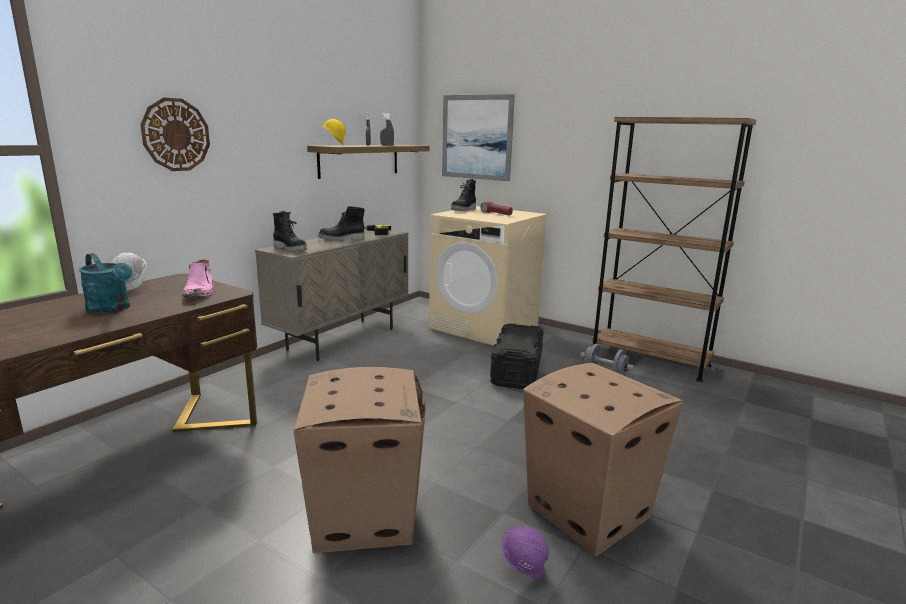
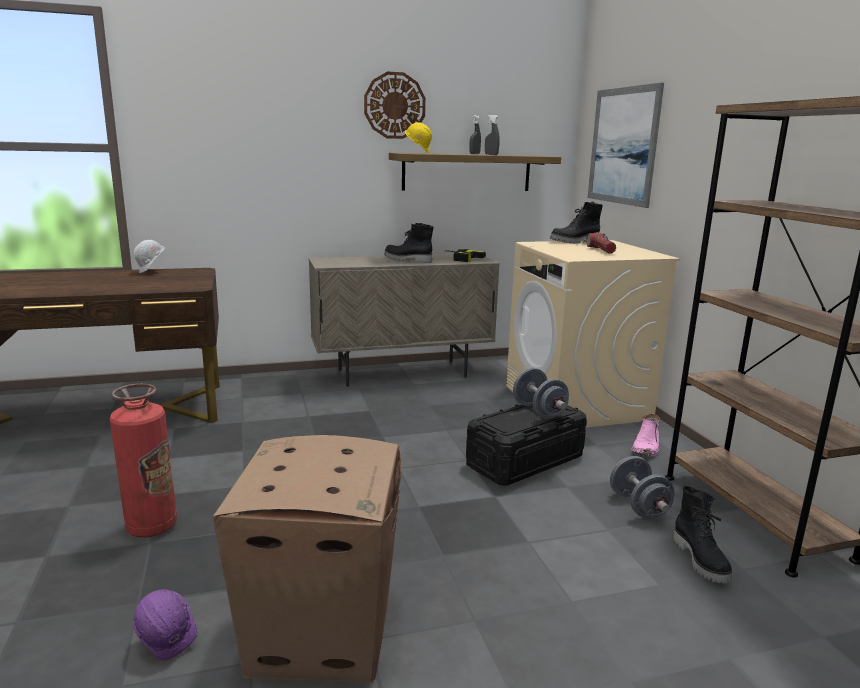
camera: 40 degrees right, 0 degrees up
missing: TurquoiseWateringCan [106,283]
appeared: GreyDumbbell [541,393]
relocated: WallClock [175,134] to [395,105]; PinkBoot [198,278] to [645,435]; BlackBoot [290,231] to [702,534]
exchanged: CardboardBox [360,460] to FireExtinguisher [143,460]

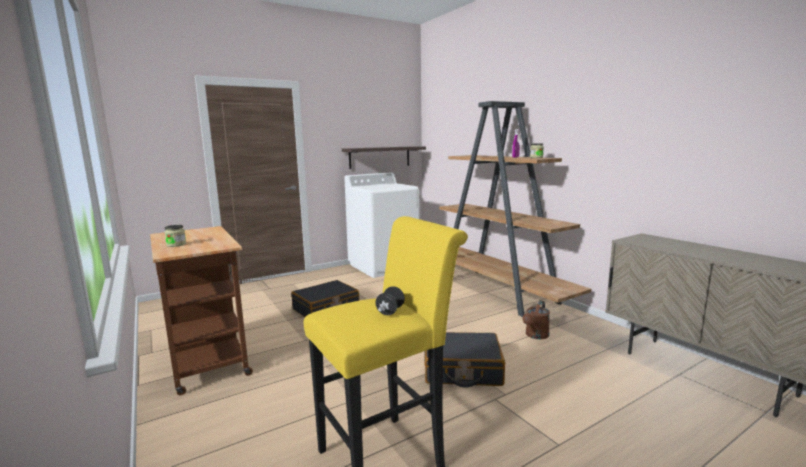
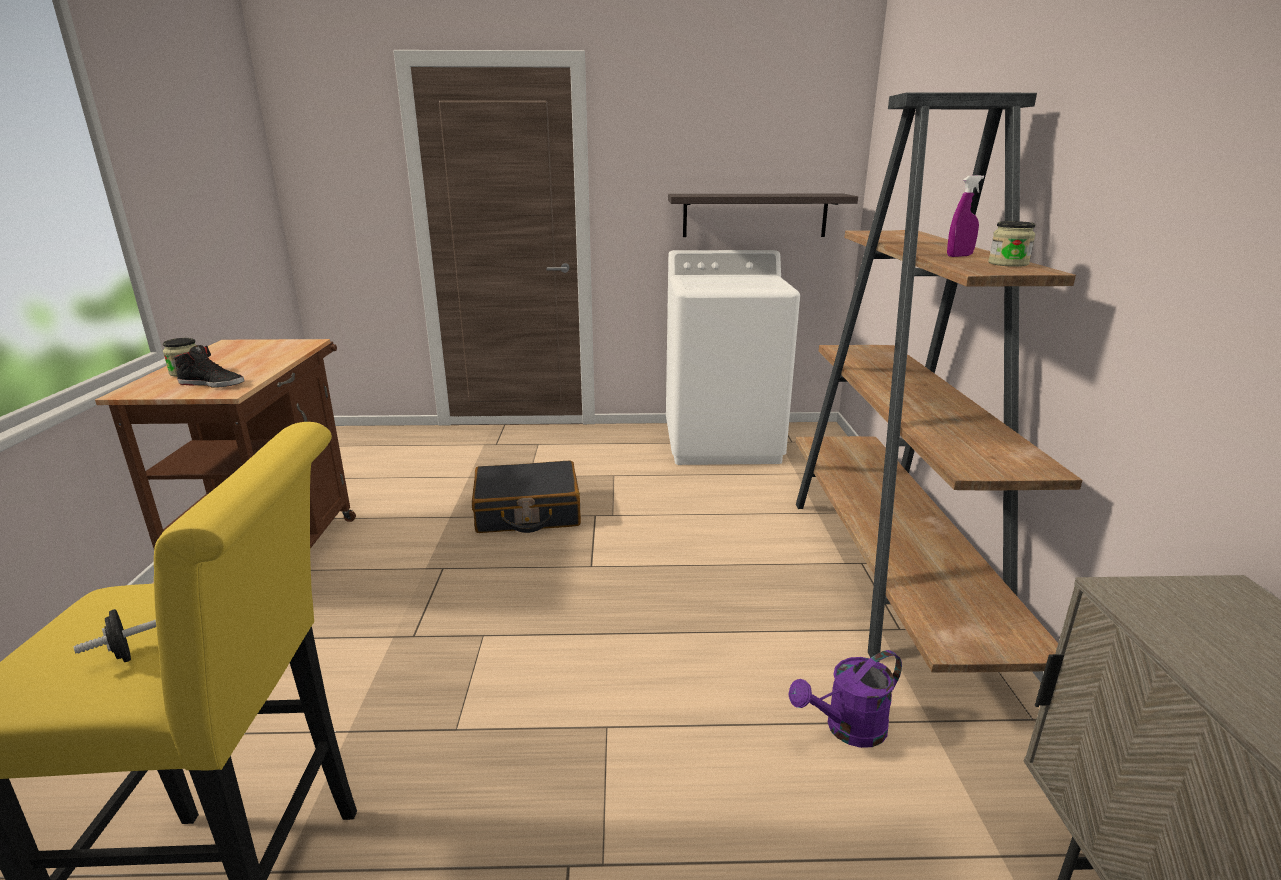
camera: 30 degrees right, 10 degrees up
missing: BlackSuitcase [464,359]
appeared: BlackShoe [209,366]
colour: BrownWateringCan [536,320] to PurpleWateringCan [845,699]

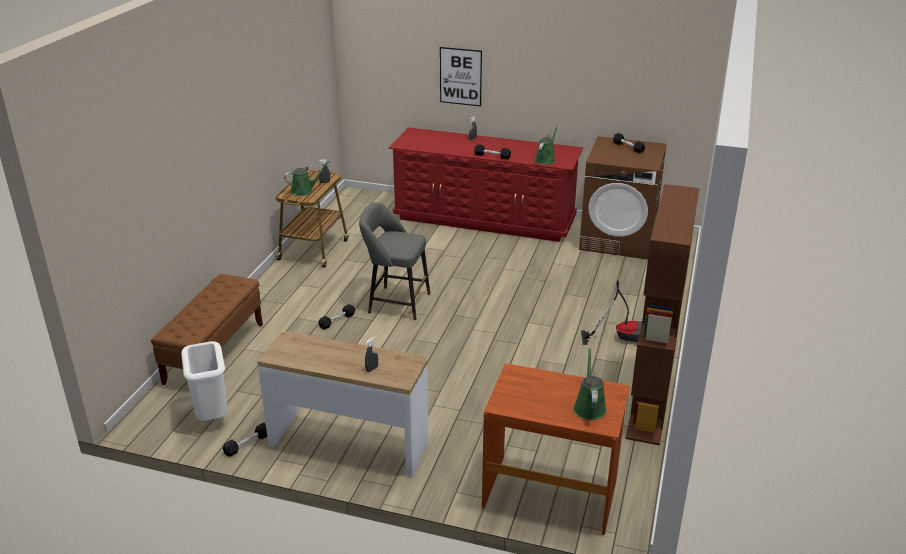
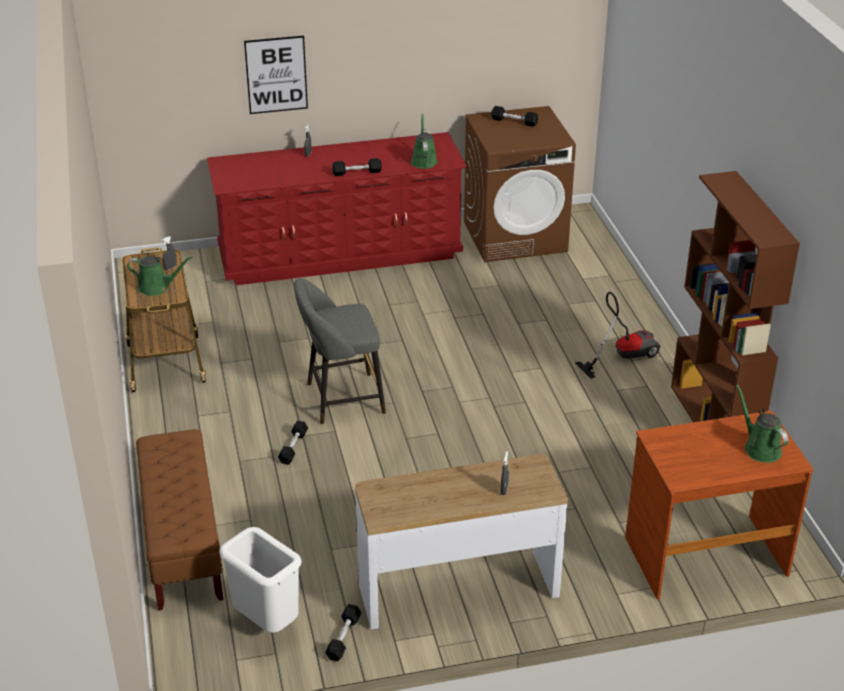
camera: 30 degrees left, 5 degrees up
spun: GreenWateringCan [307,178] = [160,276] 60 degrees clockwise

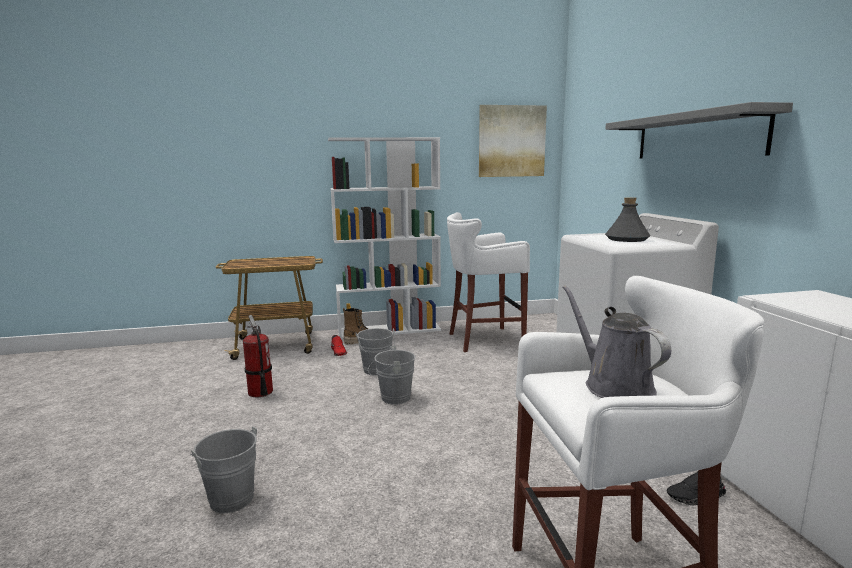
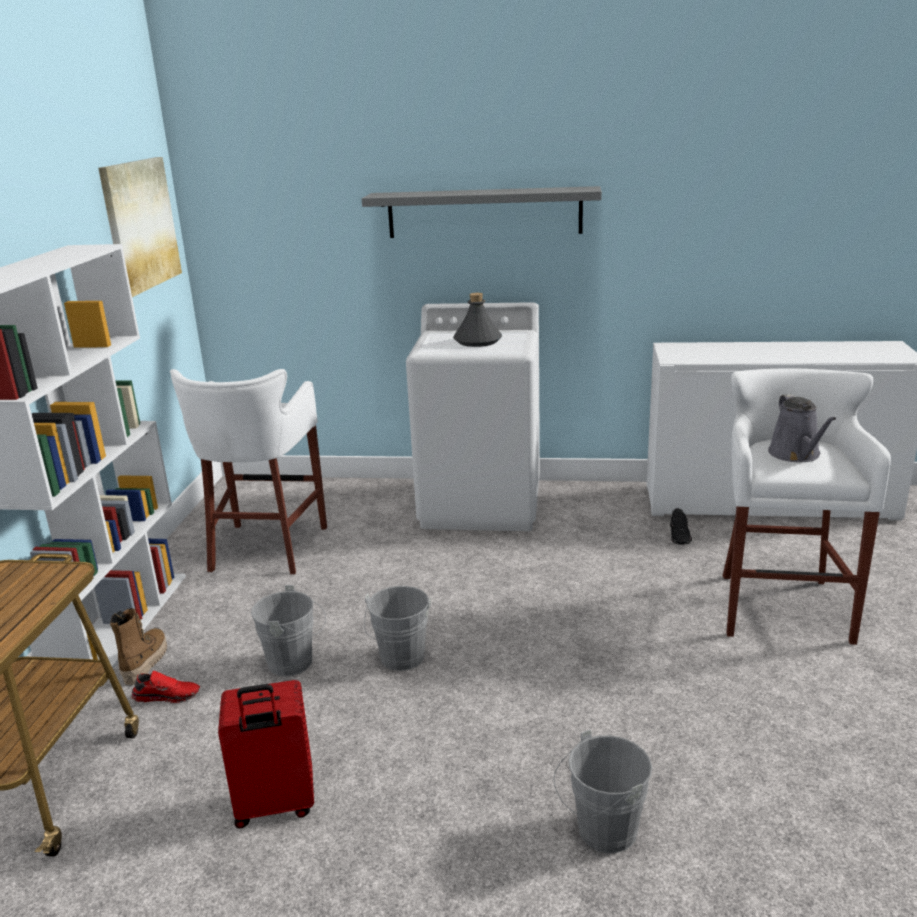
camera: 70 degrees left, 10 degrees up
exchanged: FireExtinguisher [258,356] to RedSuitcase [266,754]
spun: GreyWateringCan [616,341] = [802,428] 90 degrees counterclockwise

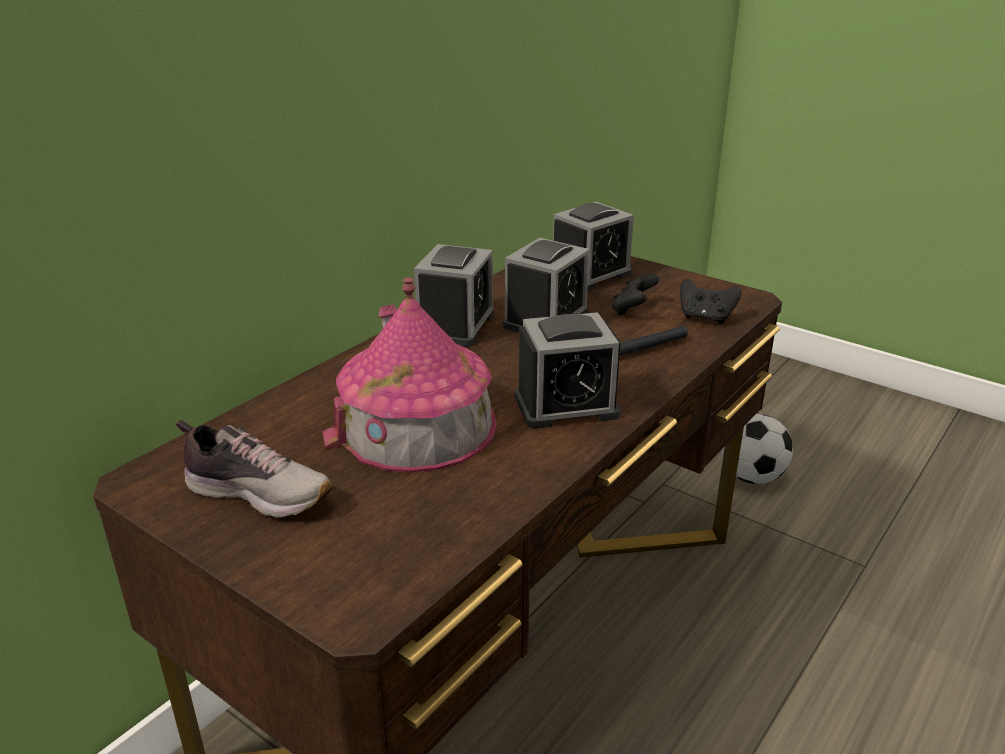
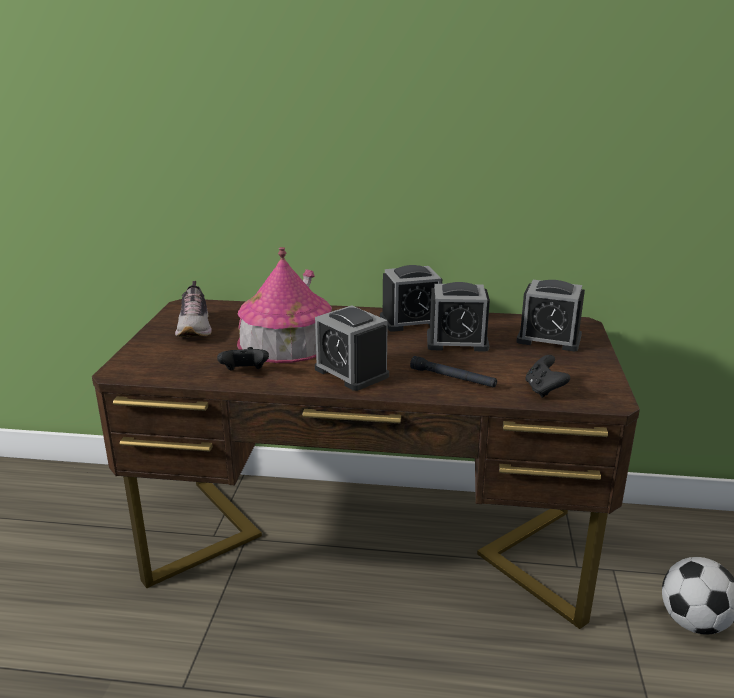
camera: 60 degrees right, 5 degrees down
relocated: BlackGameController [635,294] to [243,359]

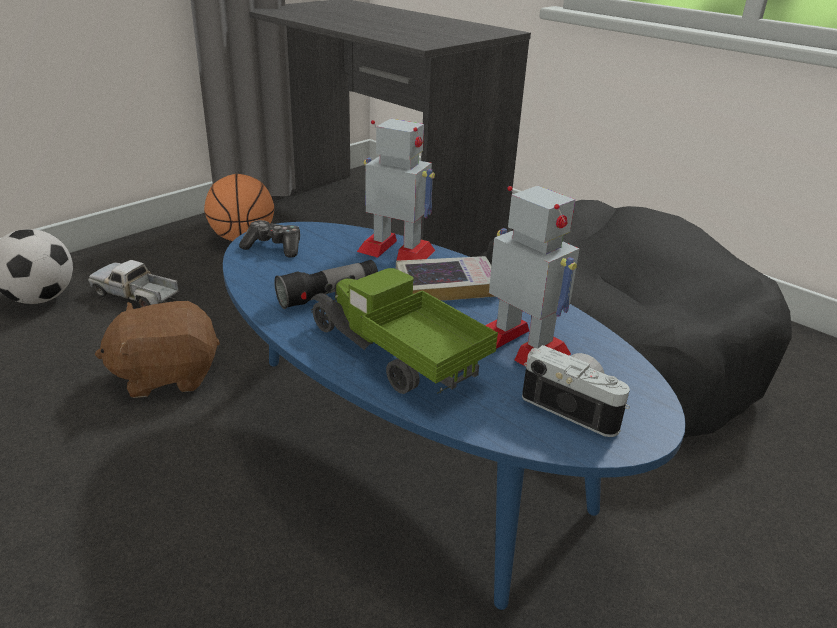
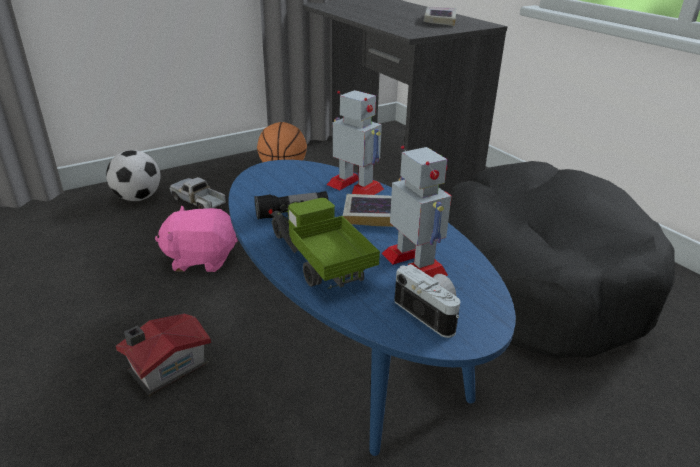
camera: 15 degrees right, 0 degrees up
missing: GameController [269,239]
appeared: ToyHouse [163,355]; Book [440,16]
colour: BrownPlushToy [157,349] to PinkPlushToy [196,239]

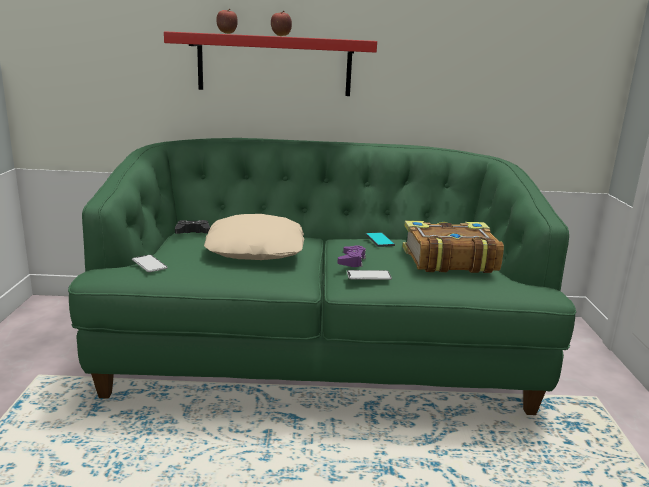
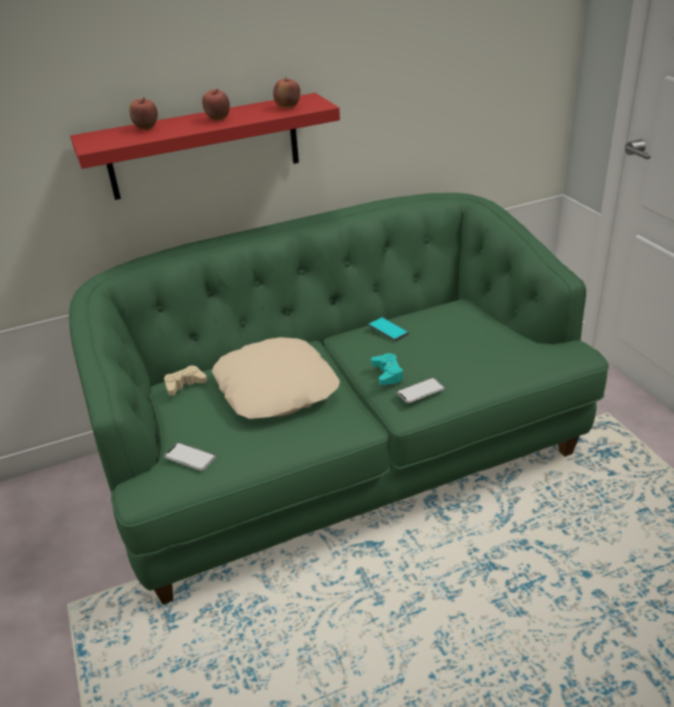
camera: 20 degrees left, 15 degrees up
missing: Book [453,247]
appeared: Apple [286,92]
colour: BlackGameController [192,227] to BeigeGameController [185,380]; PurpleGameController [352,256] to TurquoiseGameController [387,369]

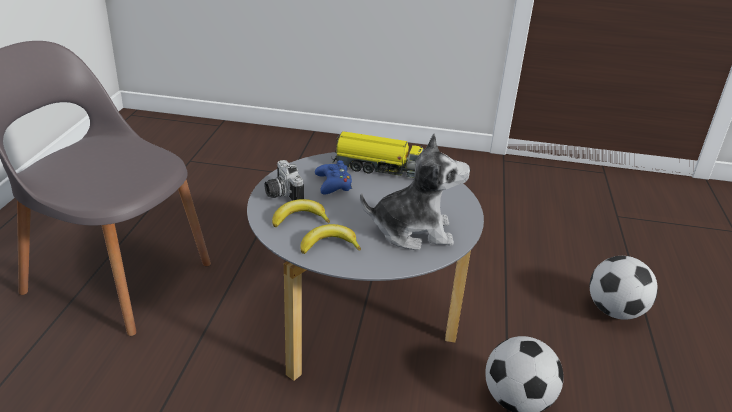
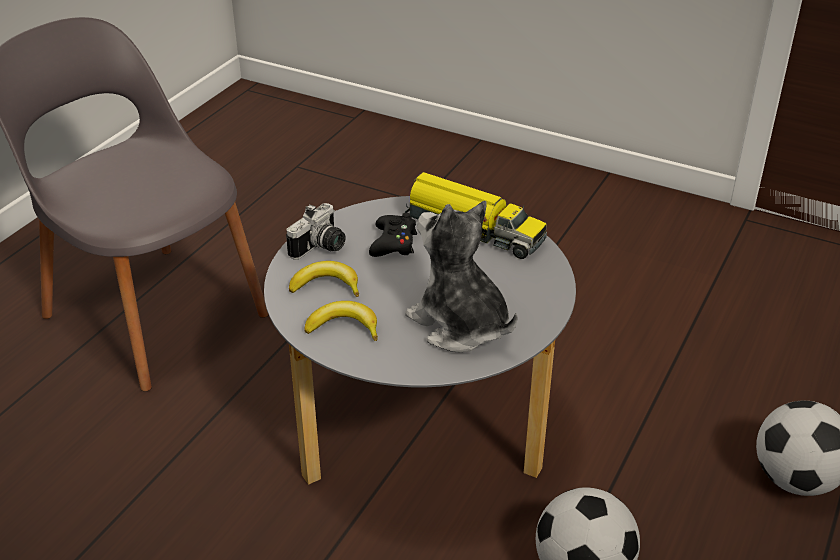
camera: 20 degrees right, 5 degrees up
colour: BlueGameController [333,177] to BlackGameController [393,235]
spun: PhotoCamera [284,180] = [316,231] 135 degrees counterclockwise; PlushToy [415,191] = [461,276] 150 degrees counterclockwise

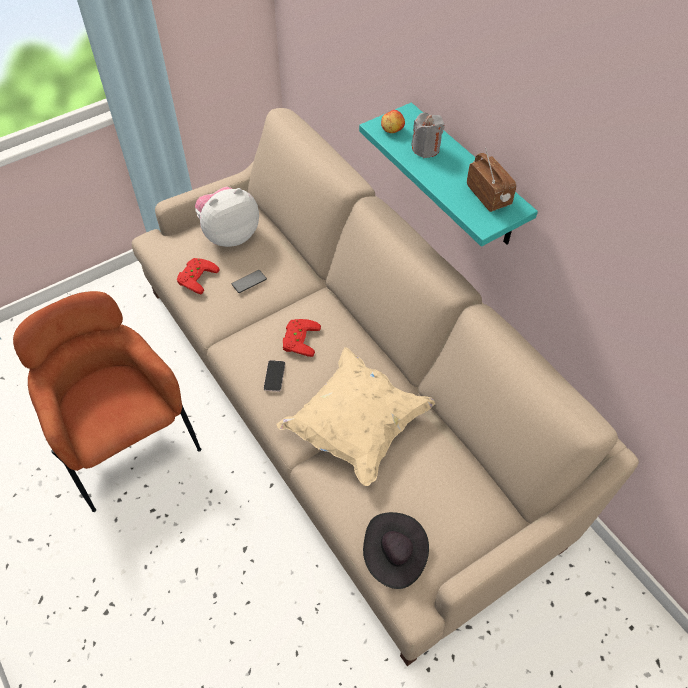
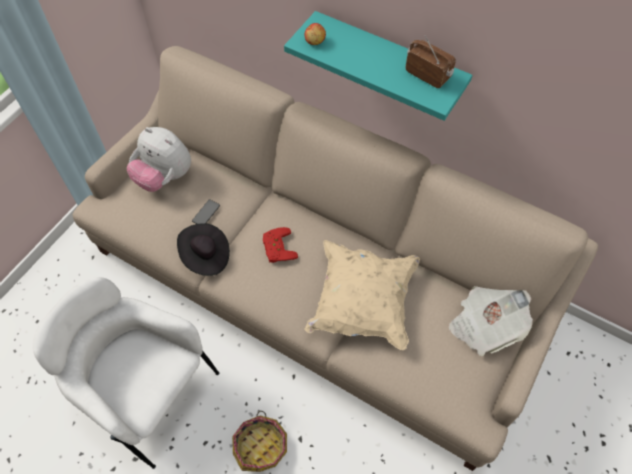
camera: 25 degrees left, 5 degrees up
missing: RedGameController [198,276]; Phone [274,376]; GreyCandle [428,135]
appeared: Basket [259,441]; Newspaper [491,321]
relocated: BlackHat [396,550] to [203,249]
colour: BrownArmchair [107,401] to WhiteArmchair [126,373]
spun: PlushToy [227,216] = [159,159] 90 degrees counterclockwise

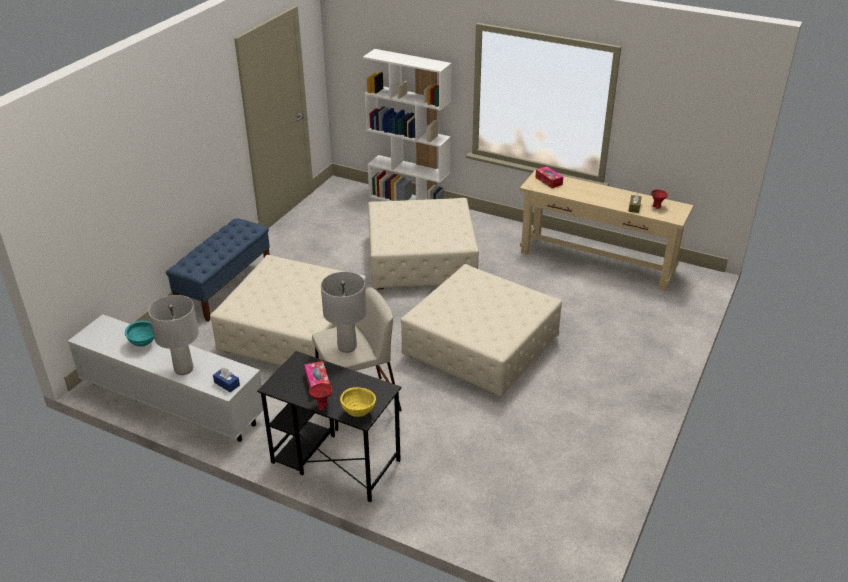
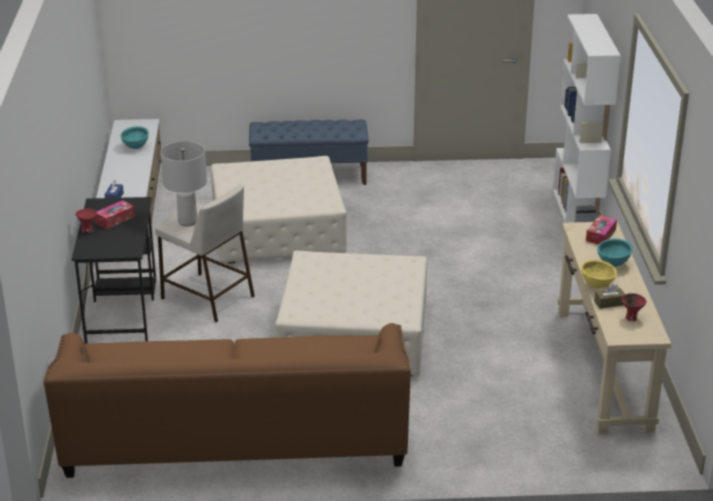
camera: 60 degrees right, 5 degrees down
missing: GreyTableLamp [173,335]; BeigeOttoman [423,243]
appeared: BrownSofa [227,400]; TurquoiseBowl [614,252]
relocated: YellowBowl [358,402] to [599,274]

